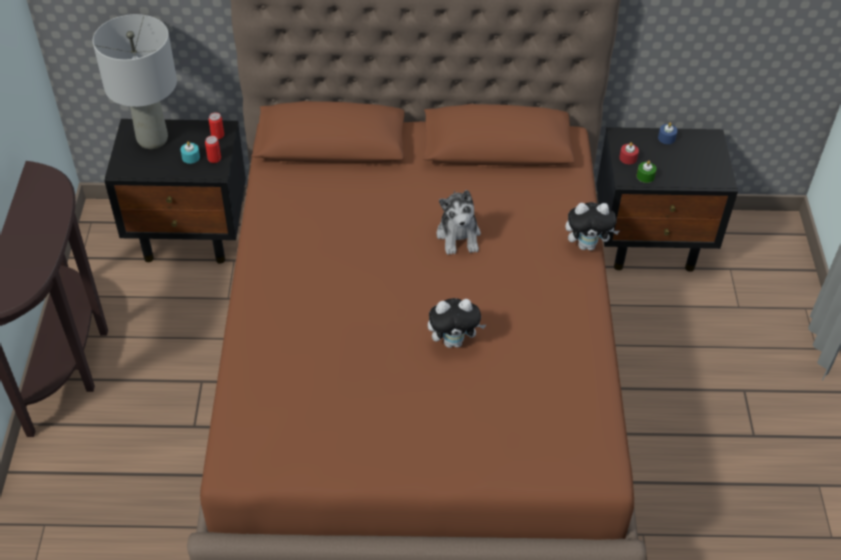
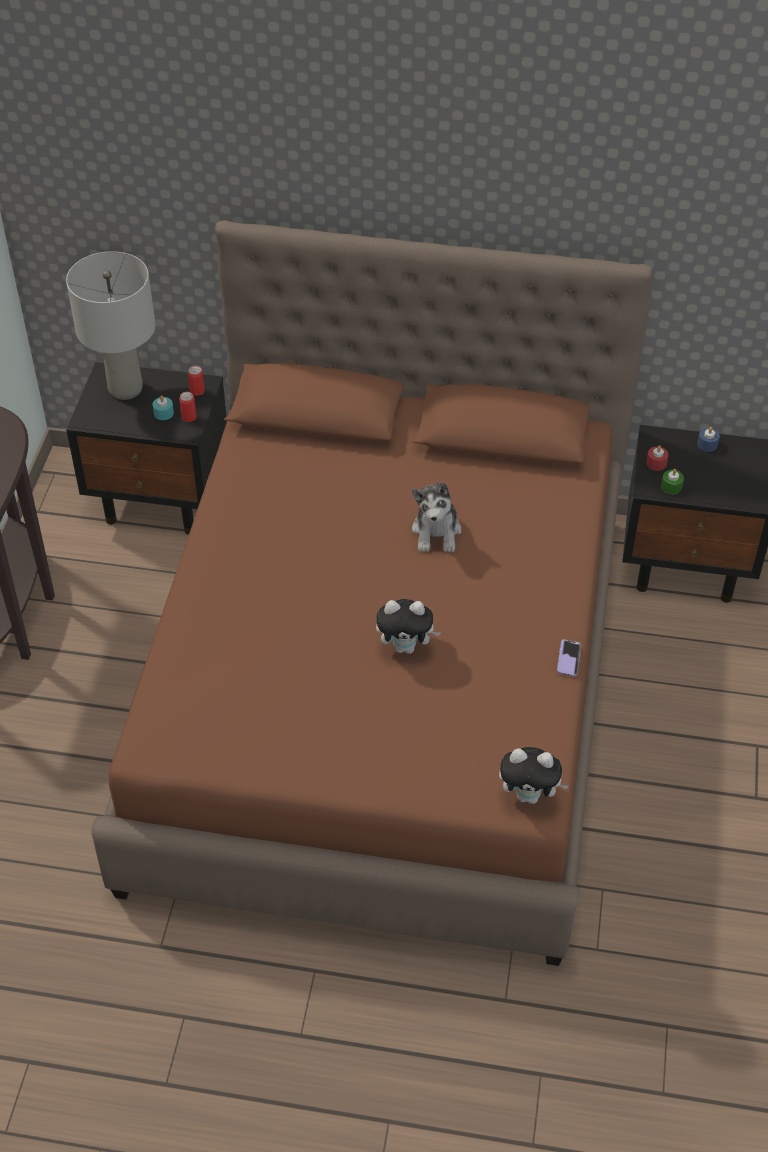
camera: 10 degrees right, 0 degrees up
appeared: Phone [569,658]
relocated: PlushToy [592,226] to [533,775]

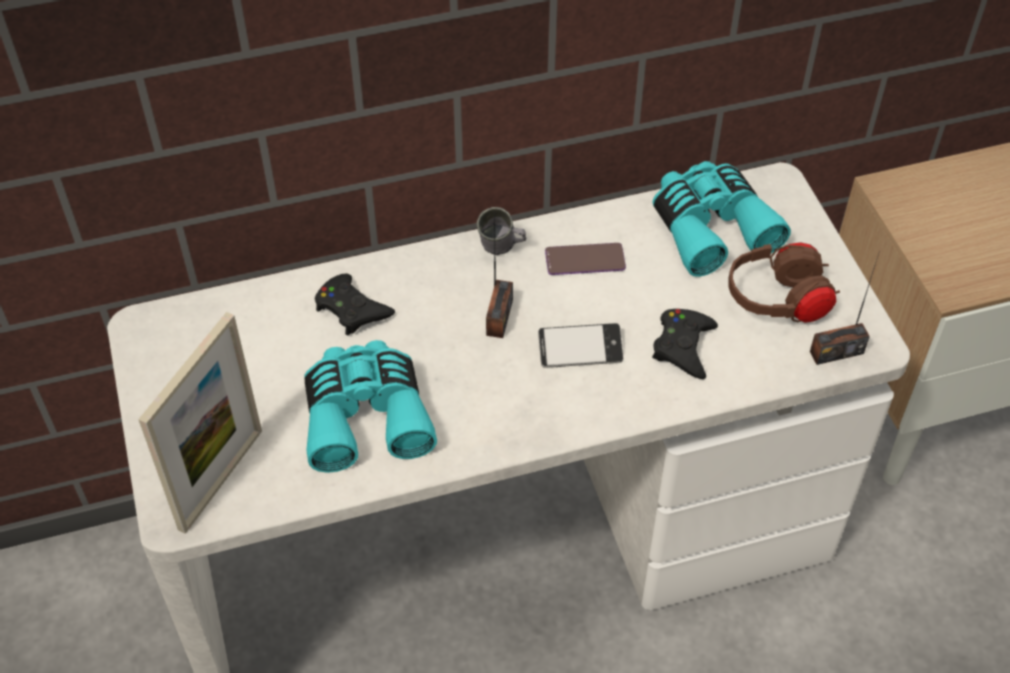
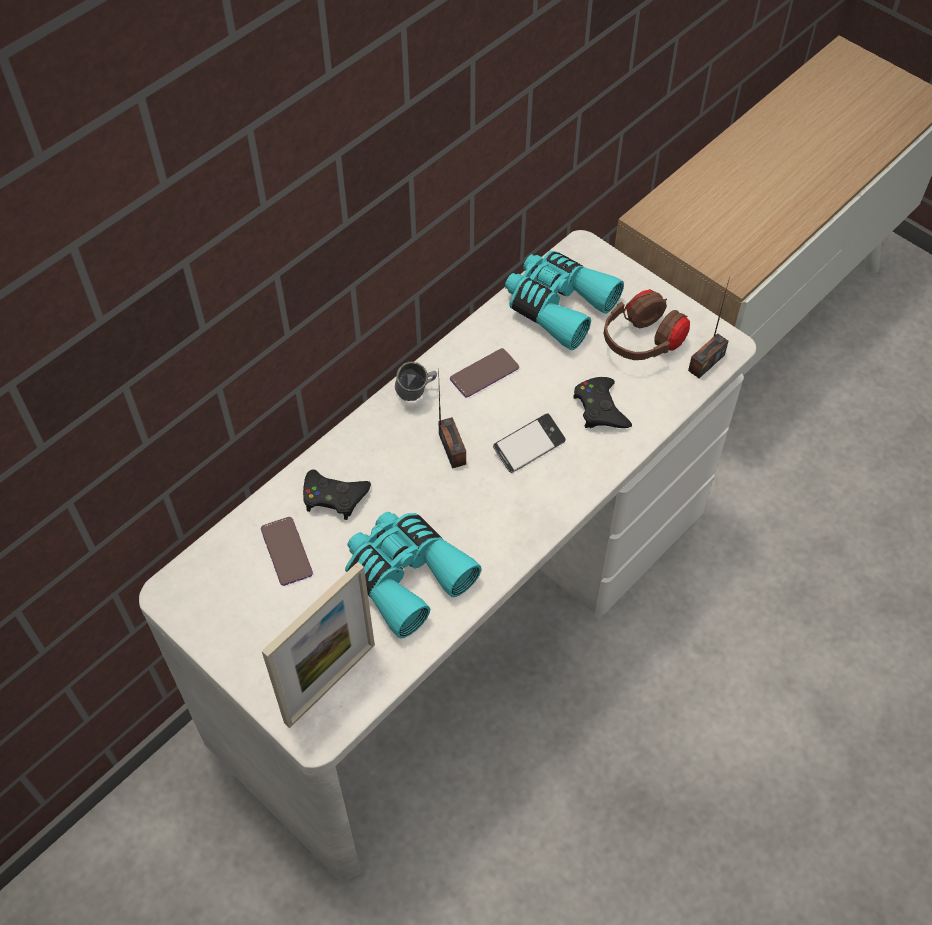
camera: 30 degrees left, 5 degrees up
appeared: Phone [287,551]
spun: PictureFrame [200,423] = [318,645] 45 degrees clockwise

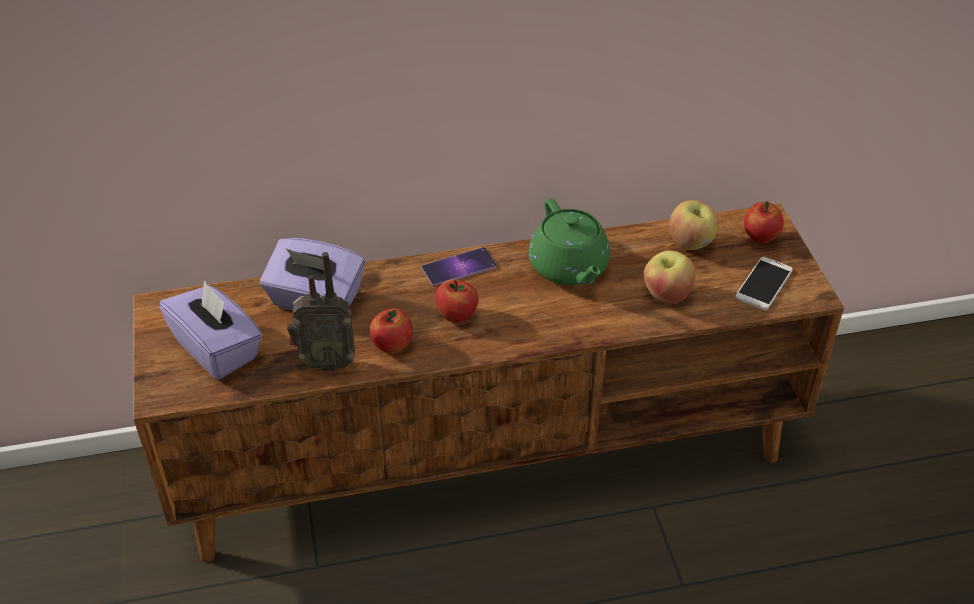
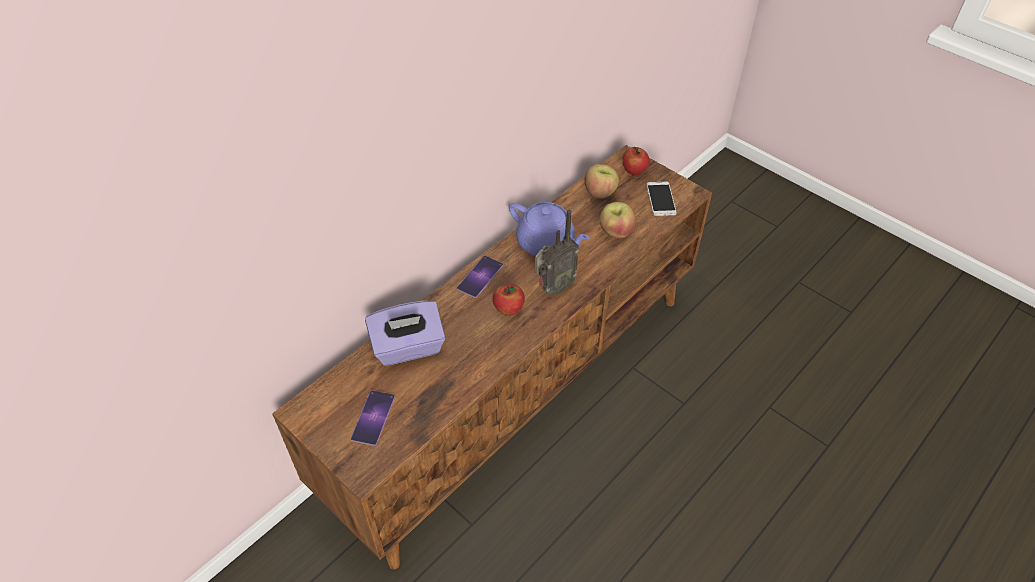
camera: 35 degrees left, 5 degrees up
missing: Apple [391,331]
relocated: Radio [321,311] to [557,252]
exchanged: PurpleTissueBox [210,330] to Phone [373,418]
colour: GreenTeapot [569,241] to PurpleTeapot [549,229]

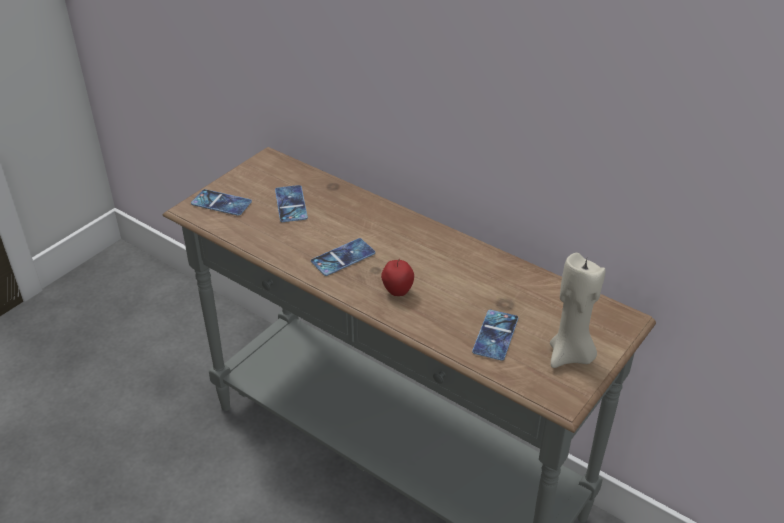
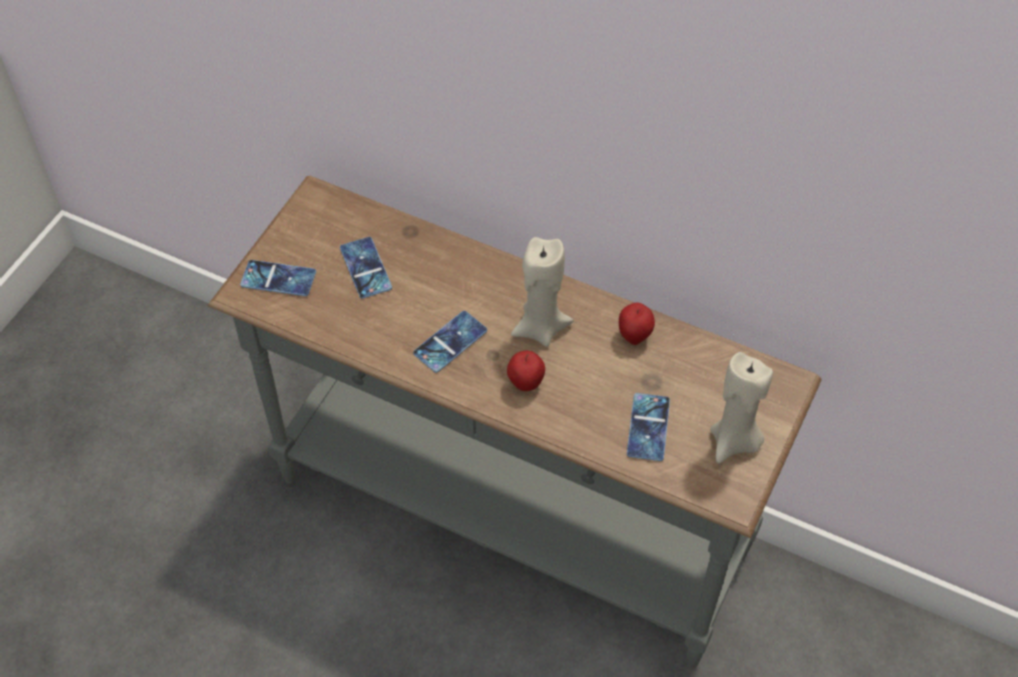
camera: 10 degrees left, 15 degrees up
appeared: BeigeCandle [542,292]; Apple [637,324]

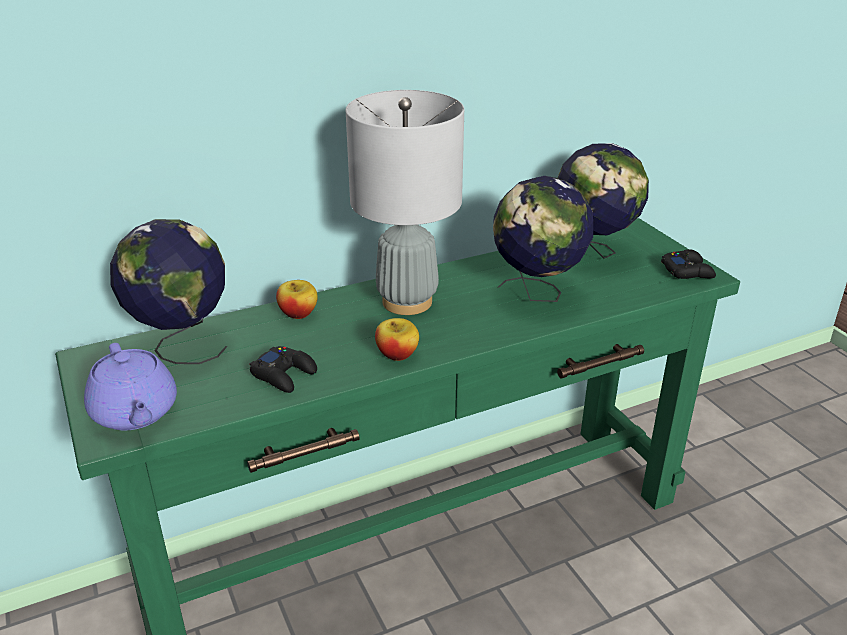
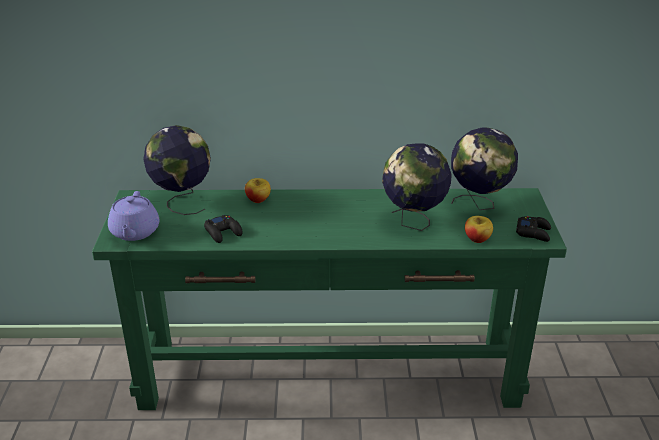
camera: 25 degrees right, 0 degrees up
missing: GreyTableLamp [405,202]
relocated: Apple [397,339] to [479,229]

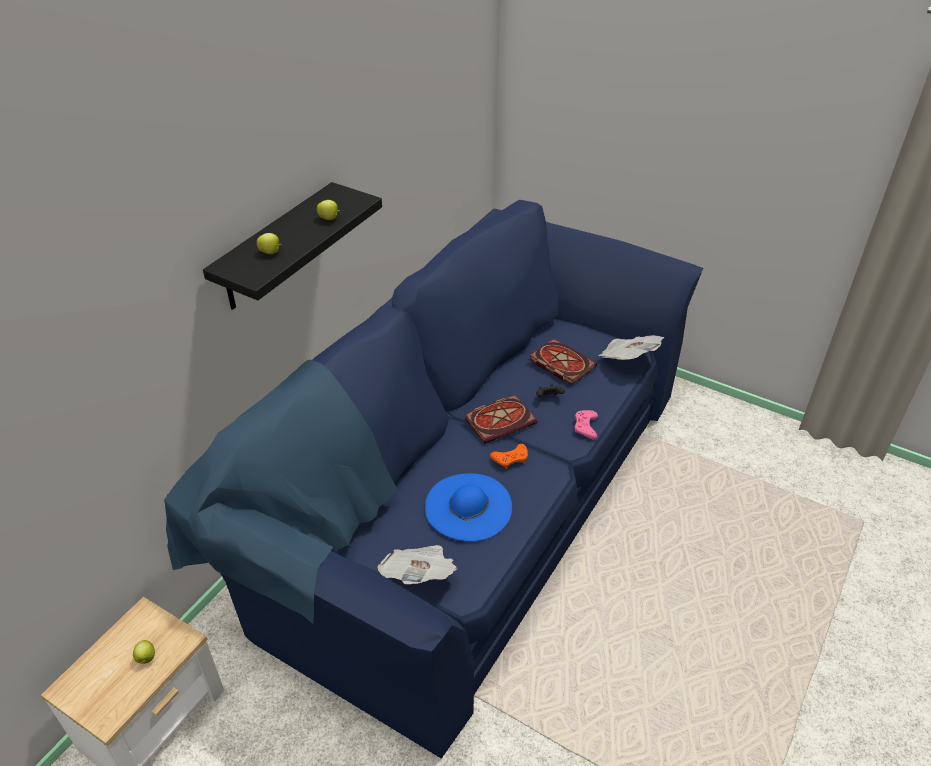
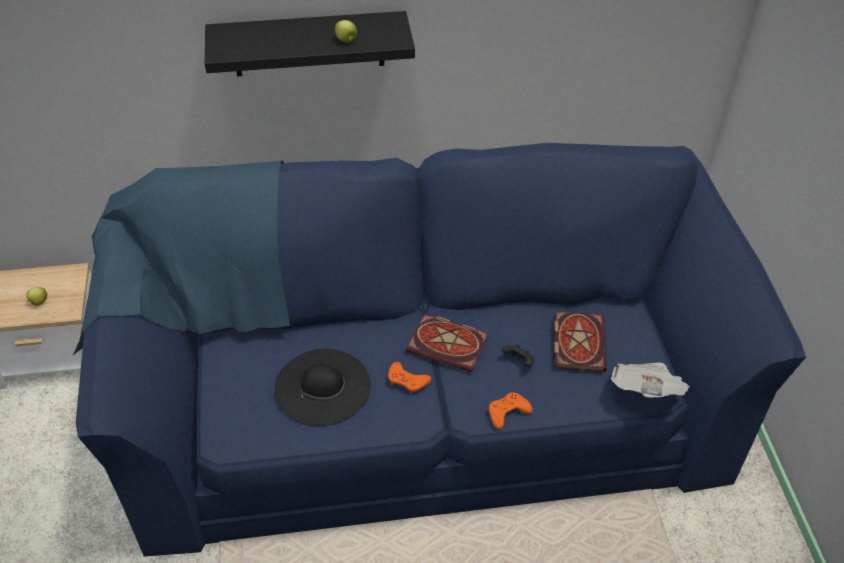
camera: 50 degrees right, 5 degrees up
missing: Apple [269,243]; Newspaper [417,564]
colour: BlueHat [468,507] to BlackHat [323,387]; PinkGameController [586,424] to OrangeGameController [511,411]

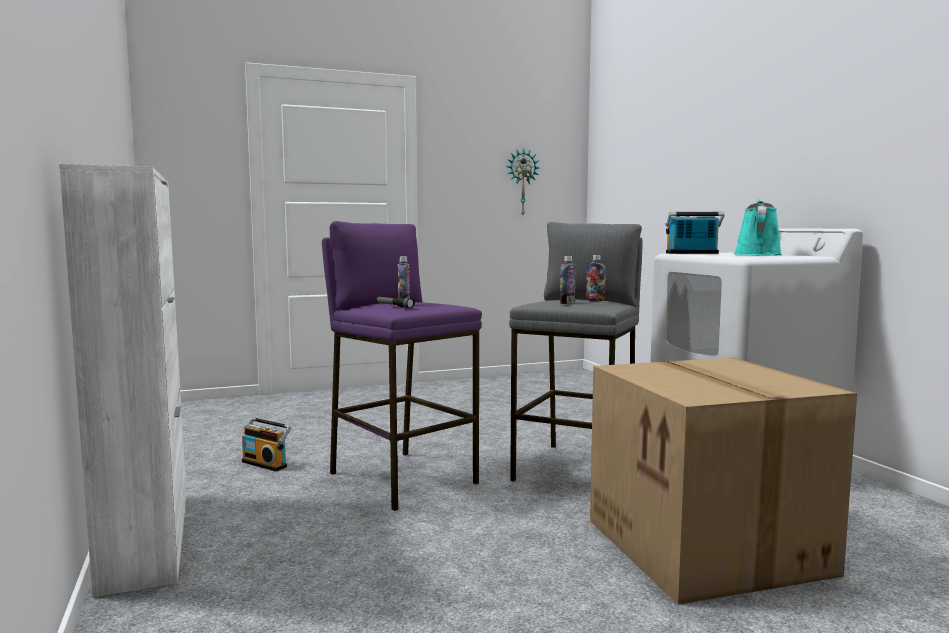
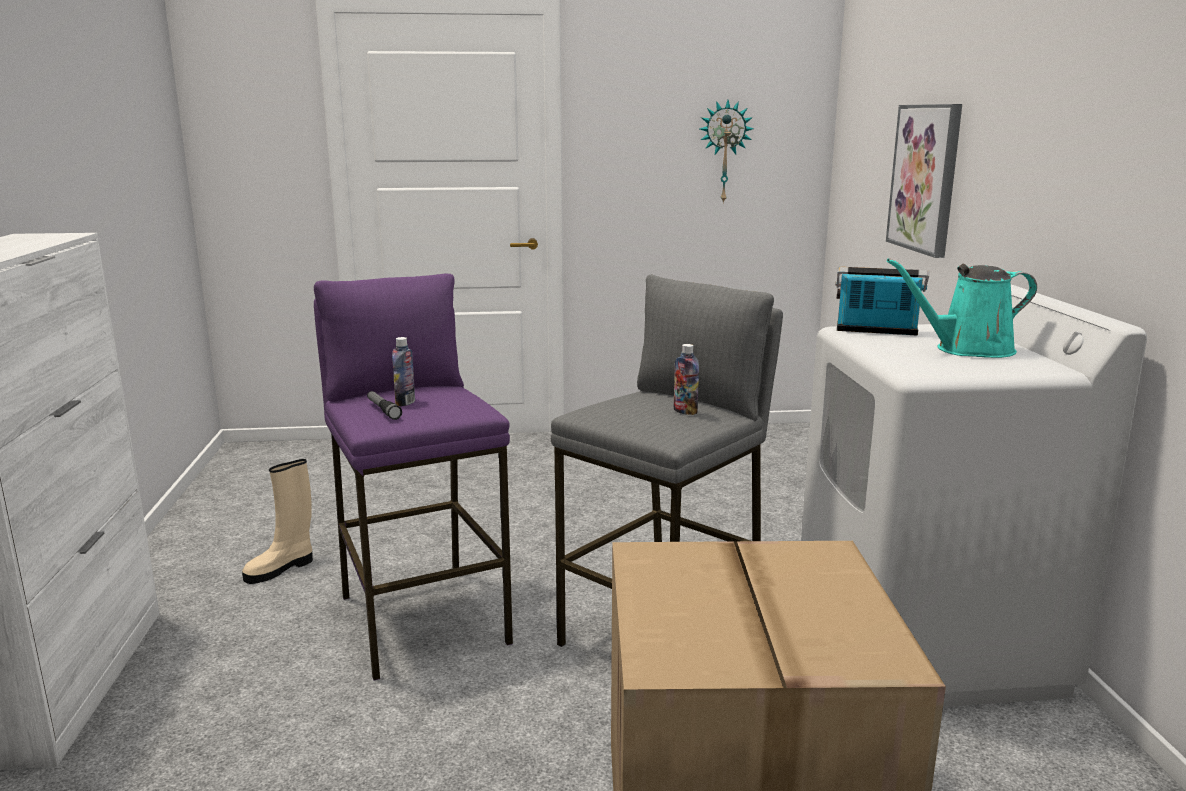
camera: 15 degrees right, 10 degrees up
missing: Bottle [567,280]
appeared: Picture [924,181]
exchanged: Radio [266,444] to BeigeBoot [277,521]
spun: TurquoiseWateringCan [758,227] = [962,308] 135 degrees counterclockwise

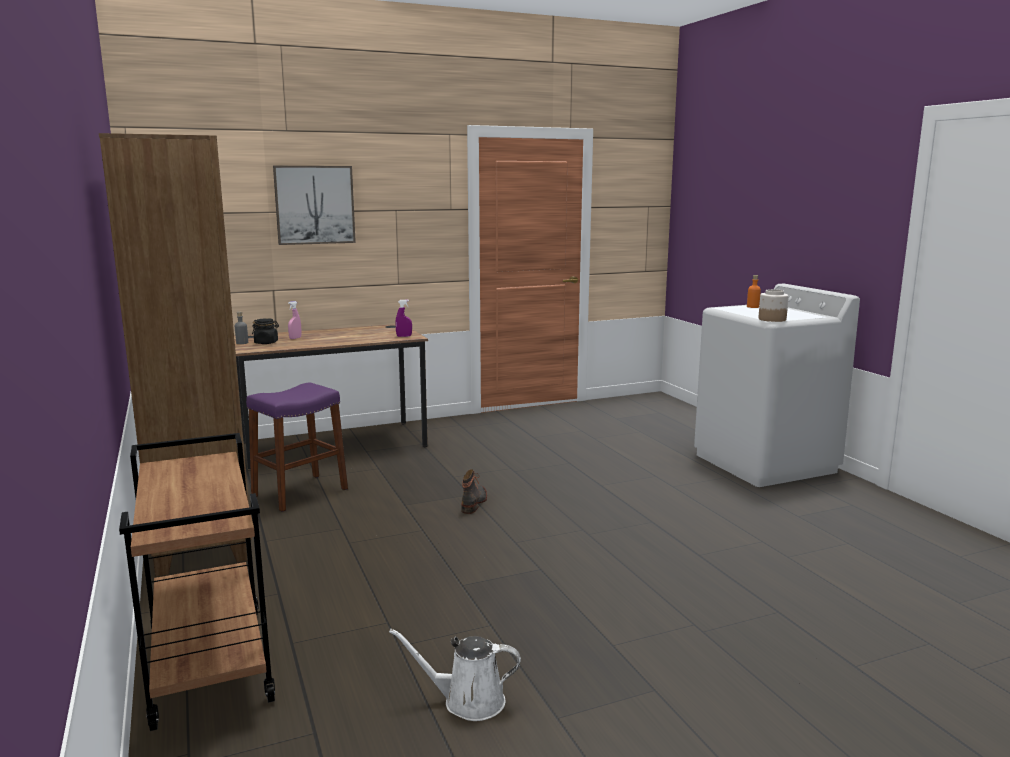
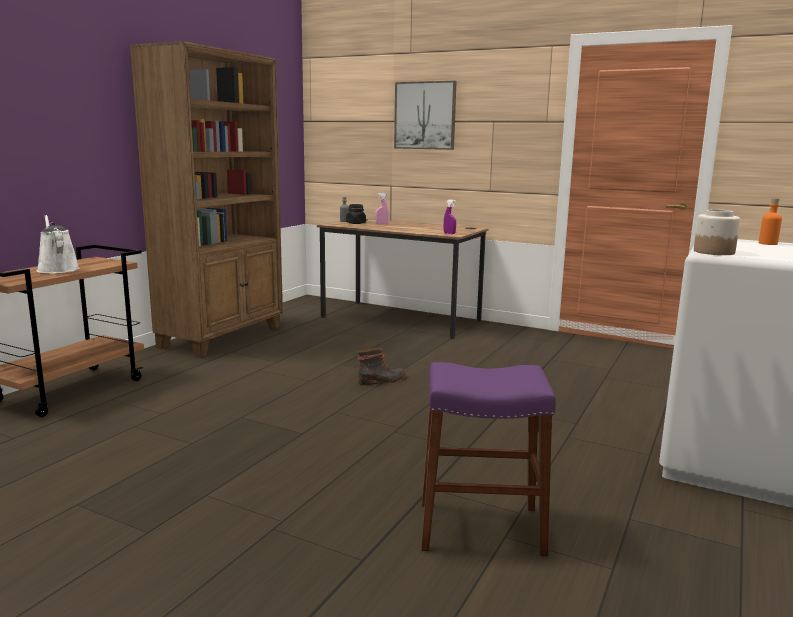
camera: 50 degrees right, 0 degrees up
relocated: PurpleStool [297,447] to [488,459]; WhiteWateringCan [455,675] to [58,244]

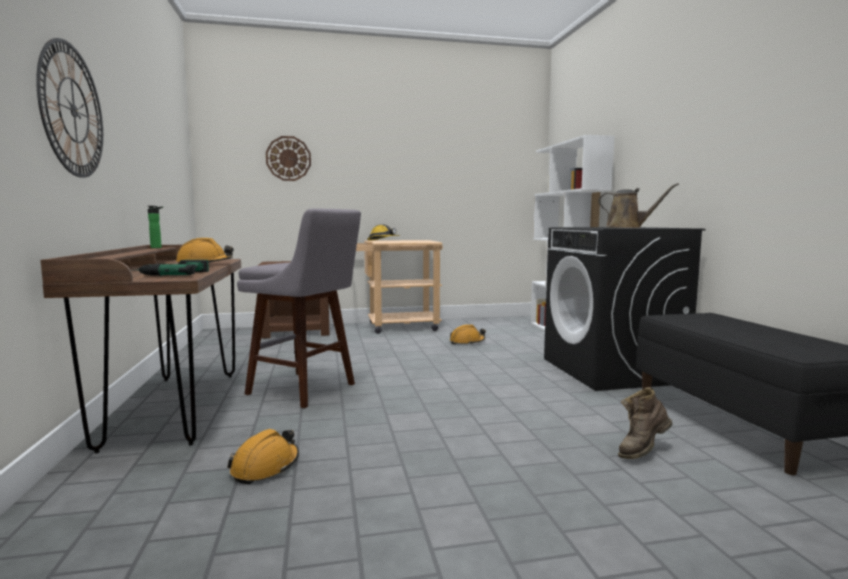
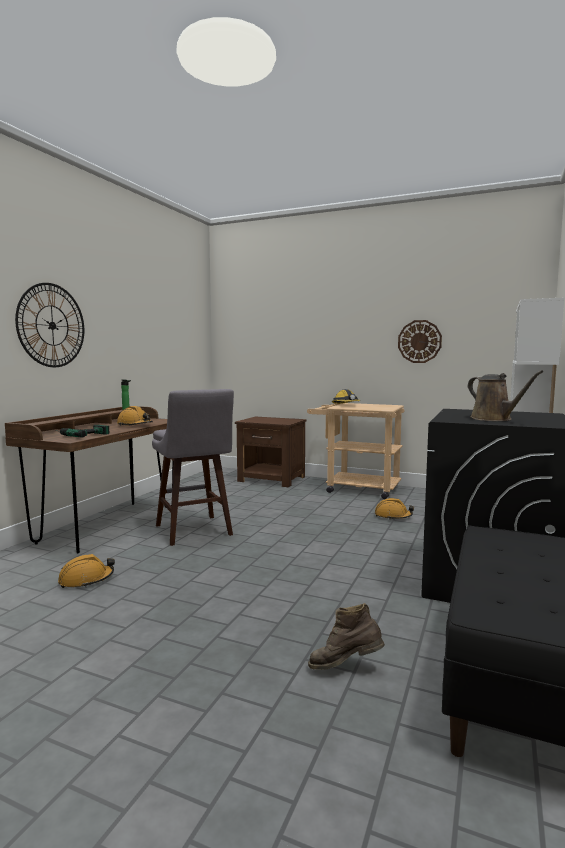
camera: 35 degrees right, 0 degrees up
relocated: WallClock [288,158] to [420,341]

